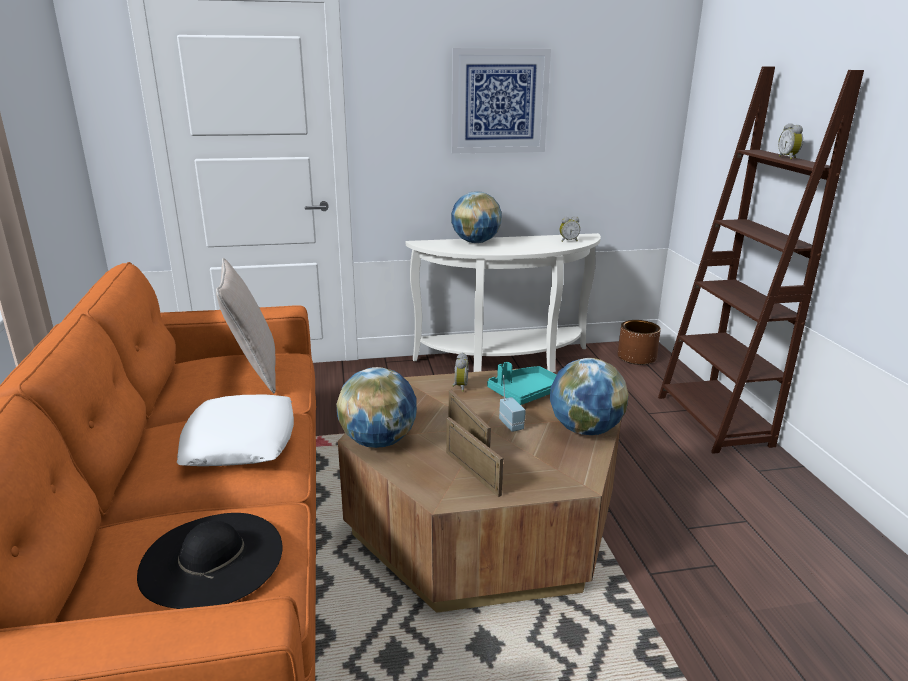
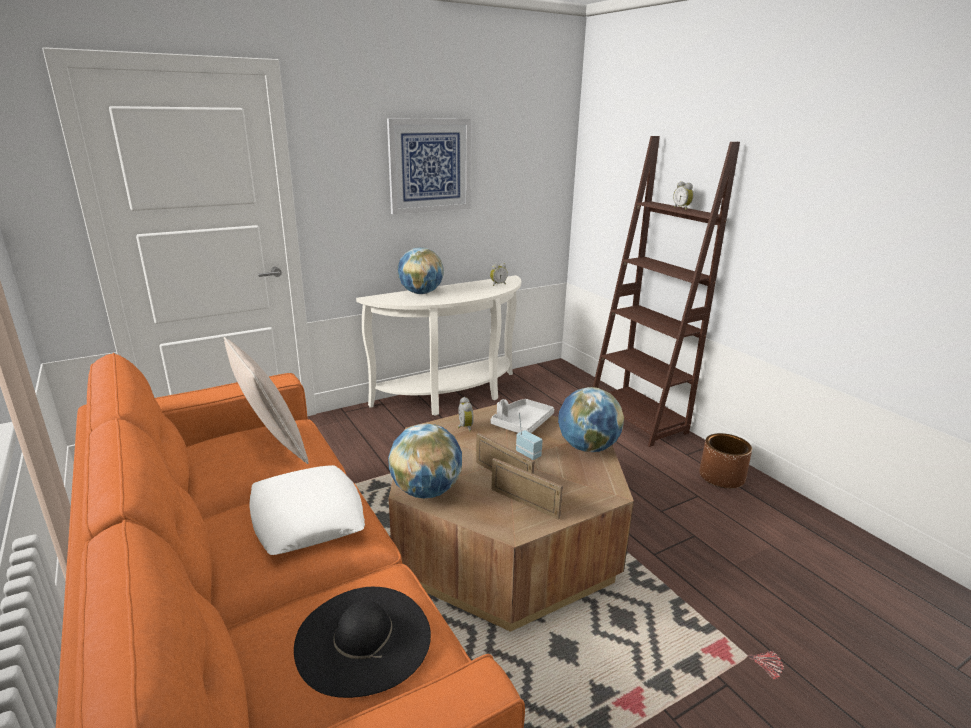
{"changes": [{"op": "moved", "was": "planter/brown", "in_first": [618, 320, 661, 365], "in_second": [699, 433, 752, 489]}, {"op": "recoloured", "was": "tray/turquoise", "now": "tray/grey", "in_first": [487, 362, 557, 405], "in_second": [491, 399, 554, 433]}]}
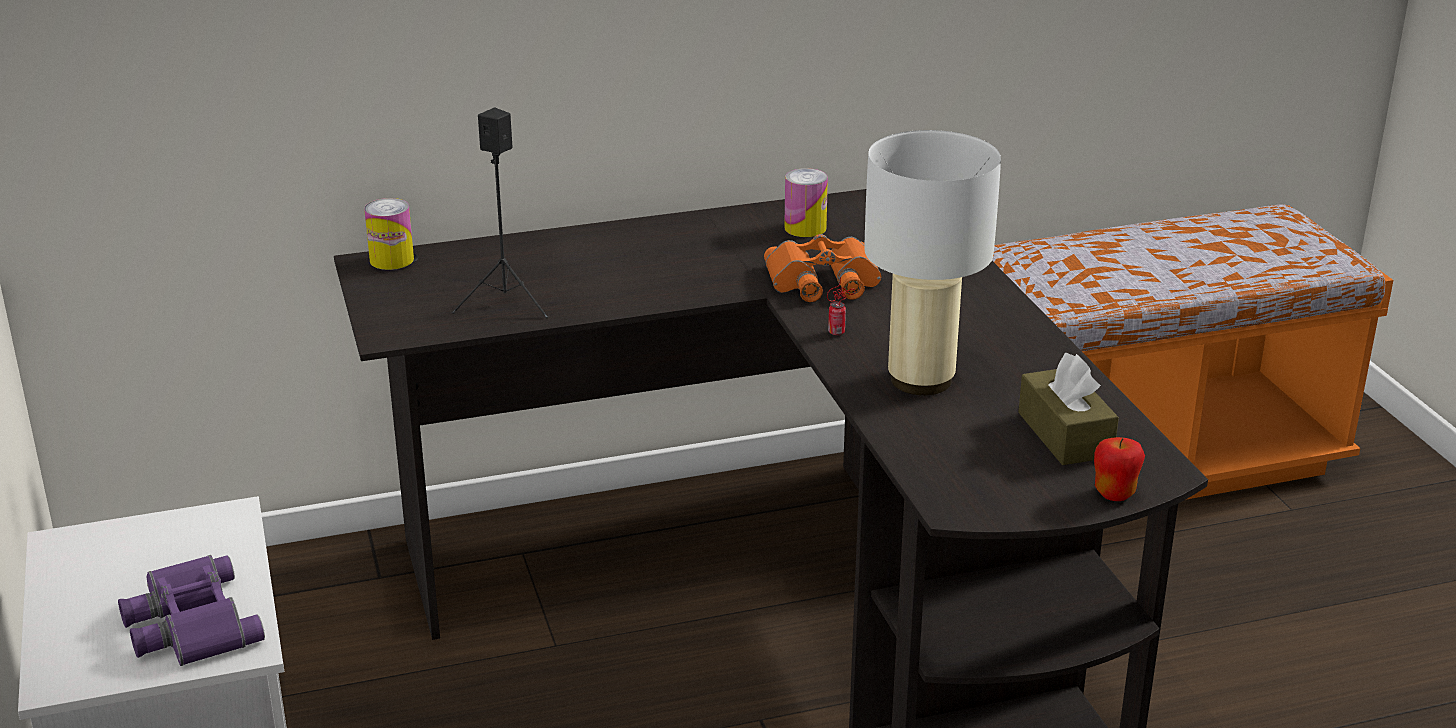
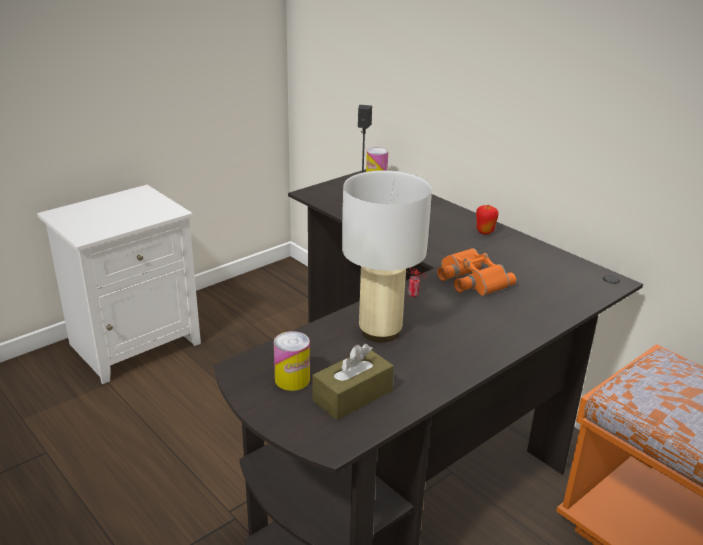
{"changes": [{"op": "removed", "was": "binoculars/purple", "in_first": [118, 555, 265, 666]}, {"op": "moved", "was": "can", "in_first": [784, 168, 828, 237], "in_second": [274, 331, 310, 391]}, {"op": "moved", "was": "apple", "in_first": [1094, 437, 1145, 501], "in_second": [476, 204, 499, 235]}]}
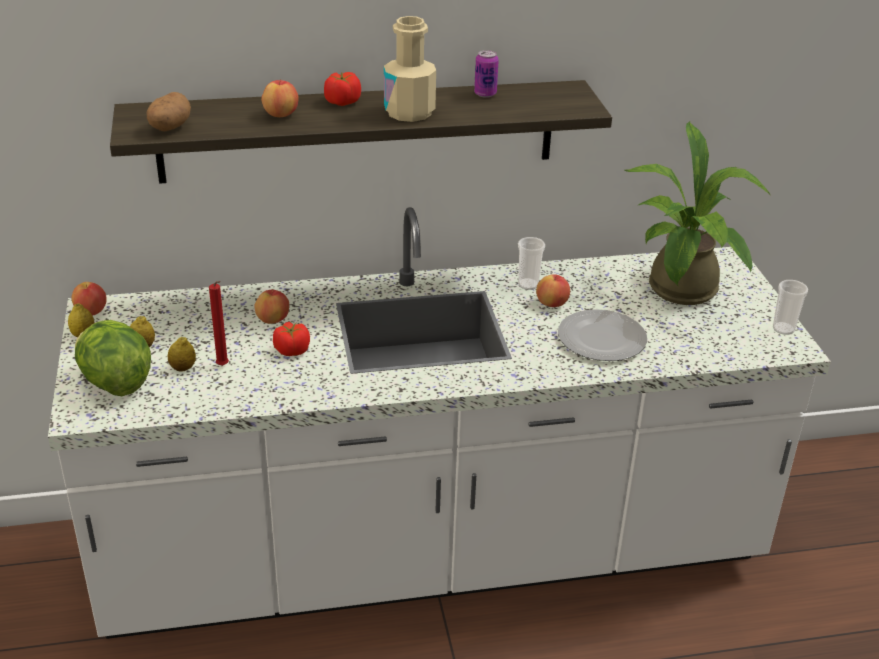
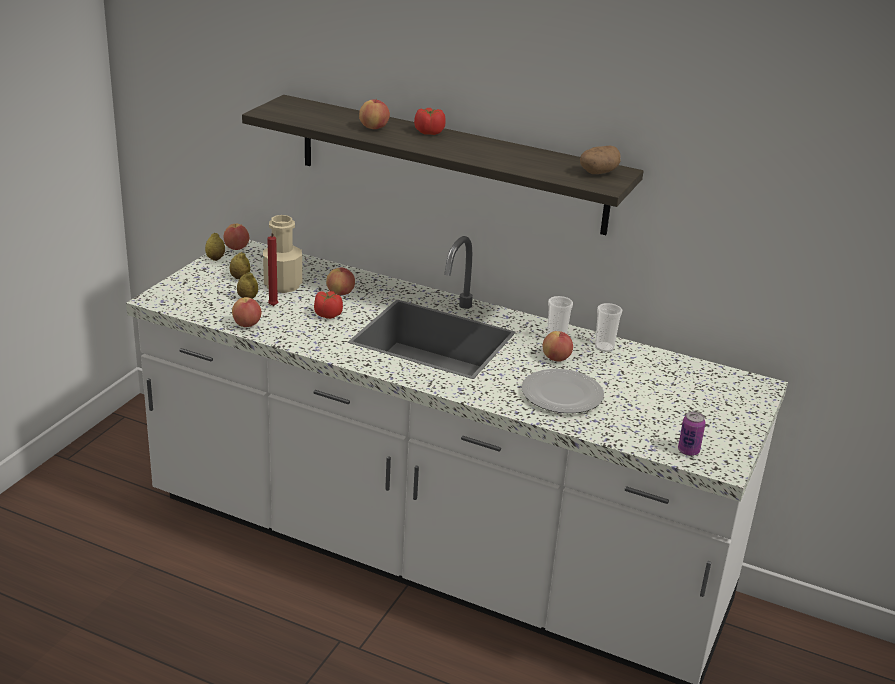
{"changes": [{"op": "removed", "was": "lettuce", "in_first": [75, 320, 151, 396]}, {"op": "removed", "was": "potted plant", "in_first": [625, 121, 770, 305]}, {"op": "added", "now": "apple", "in_second": [232, 297, 261, 327]}, {"op": "moved", "was": "potato", "in_first": [147, 92, 191, 132], "in_second": [580, 145, 620, 174]}, {"op": "moved", "was": "bottle/beige", "in_first": [384, 16, 436, 122], "in_second": [263, 215, 302, 293]}, {"op": "moved", "was": "can", "in_first": [474, 50, 499, 98], "in_second": [678, 412, 706, 456]}, {"op": "moved", "was": "cup", "in_first": [773, 280, 808, 335], "in_second": [595, 303, 622, 352]}]}
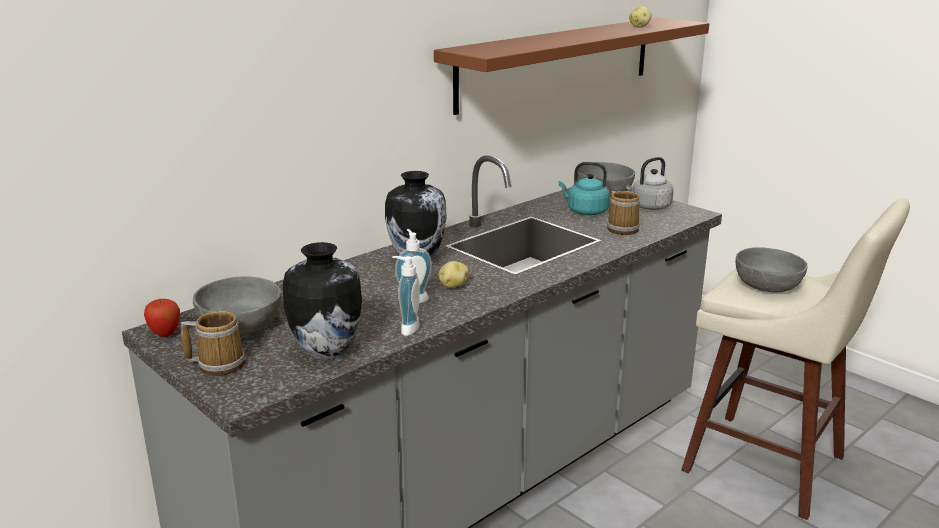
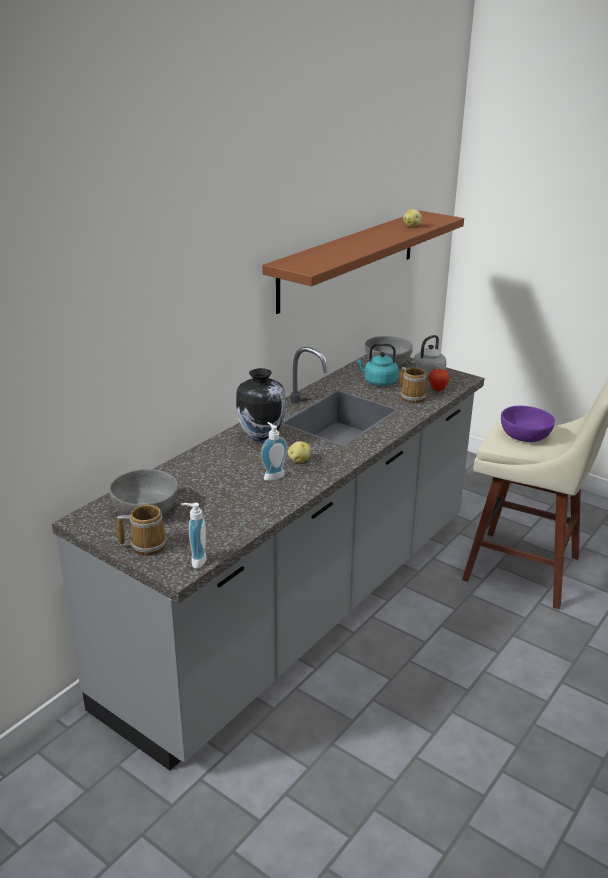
{"changes": [{"op": "removed", "was": "vase", "in_first": [283, 242, 362, 360]}, {"op": "moved", "was": "apple", "in_first": [144, 299, 180, 337], "in_second": [429, 369, 450, 392]}, {"op": "moved", "was": "soap dispenser", "in_first": [392, 256, 420, 336], "in_second": [181, 503, 206, 569]}, {"op": "recoloured", "was": "bowl/grey", "now": "bowl/purple", "in_first": [736, 247, 808, 292], "in_second": [501, 406, 555, 442]}]}
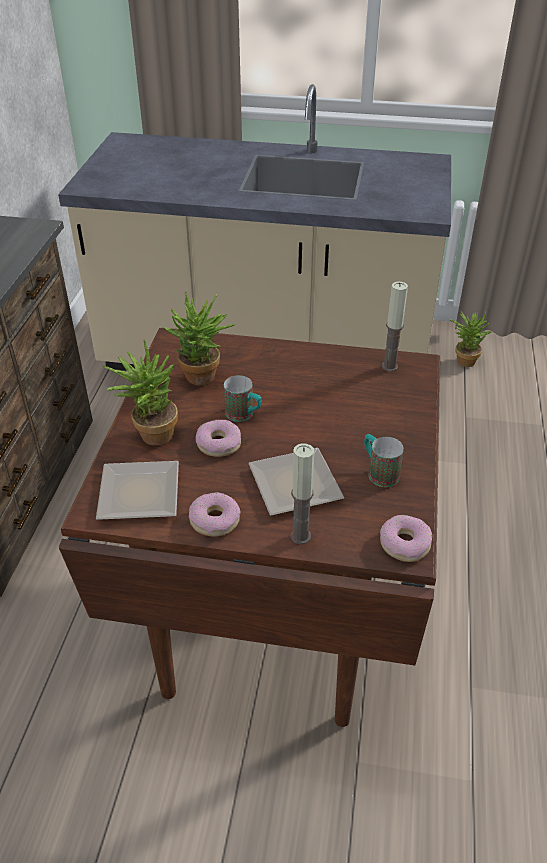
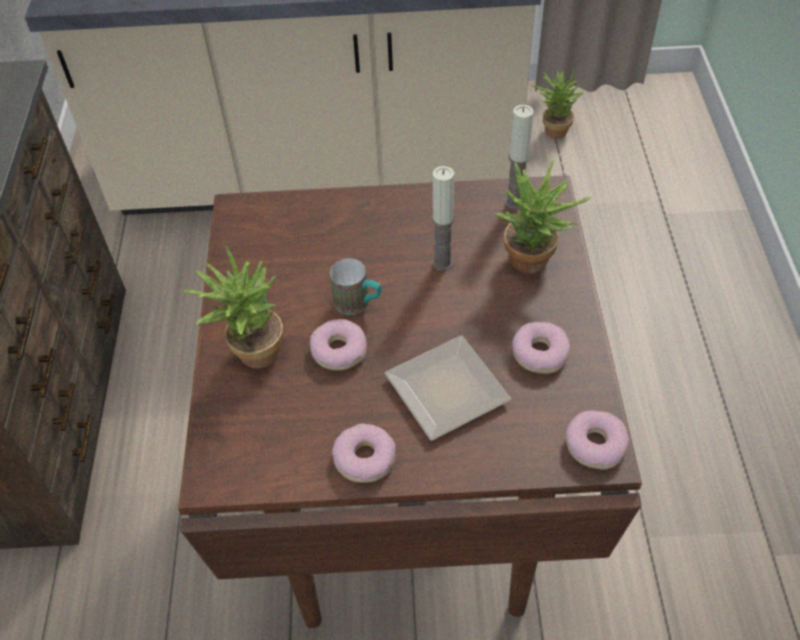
{"changes": [{"op": "removed", "was": "plate", "in_first": [96, 461, 179, 520]}, {"op": "moved", "was": "potted plant", "in_first": [163, 292, 235, 386], "in_second": [495, 157, 592, 274]}, {"op": "moved", "was": "candle", "in_first": [291, 443, 314, 544], "in_second": [432, 166, 455, 271]}, {"op": "replaced", "was": "mug", "now": "donut", "in_first": [364, 434, 404, 487], "in_second": [512, 322, 570, 374]}]}
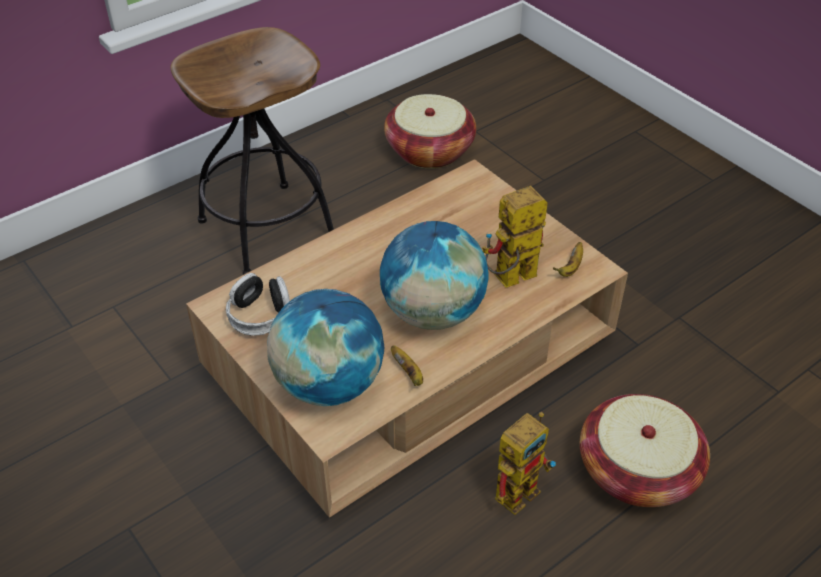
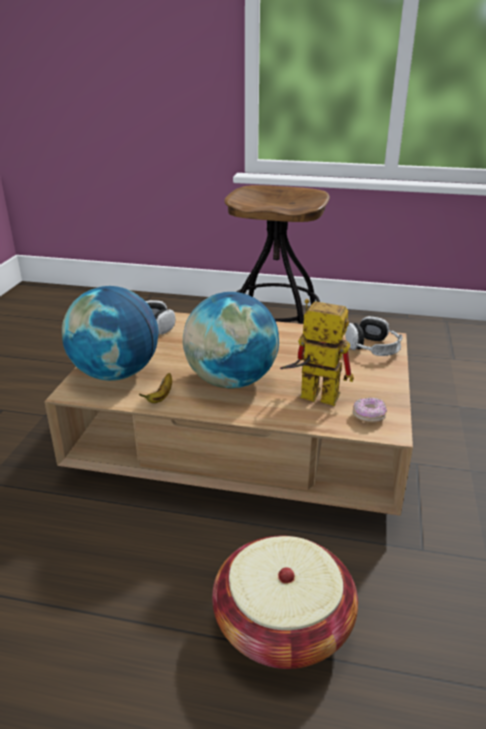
{"changes": [{"op": "removed", "was": "basket", "in_first": [384, 94, 476, 169]}, {"op": "removed", "was": "toy robot", "in_first": [495, 412, 556, 515]}, {"op": "added", "now": "headphones", "in_second": [345, 316, 402, 356]}, {"op": "replaced", "was": "banana", "now": "donut", "in_first": [553, 242, 583, 277], "in_second": [353, 398, 387, 423]}]}
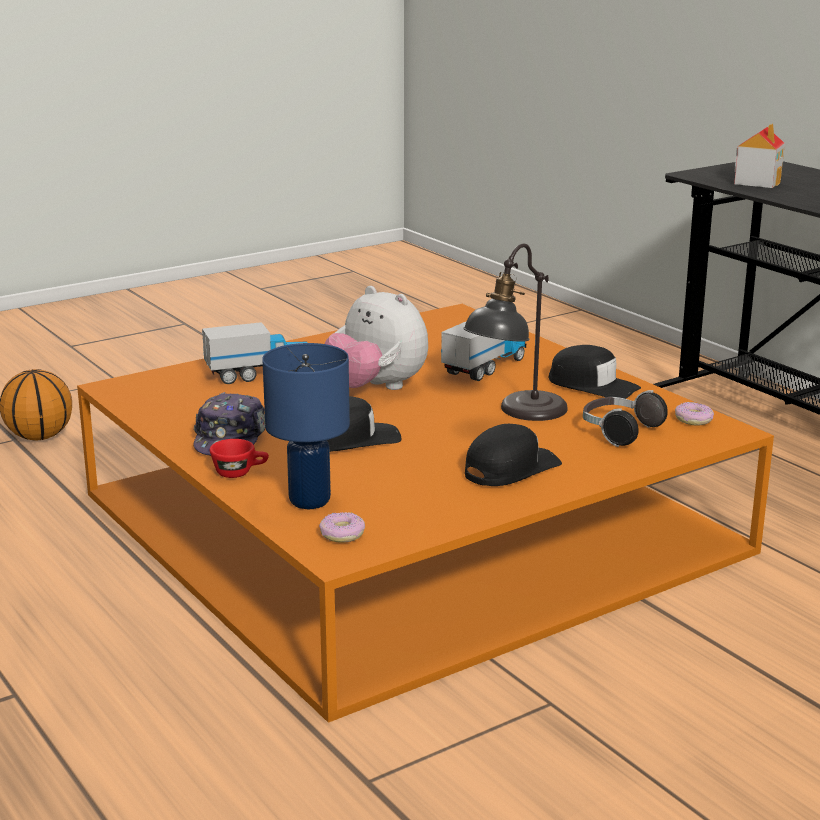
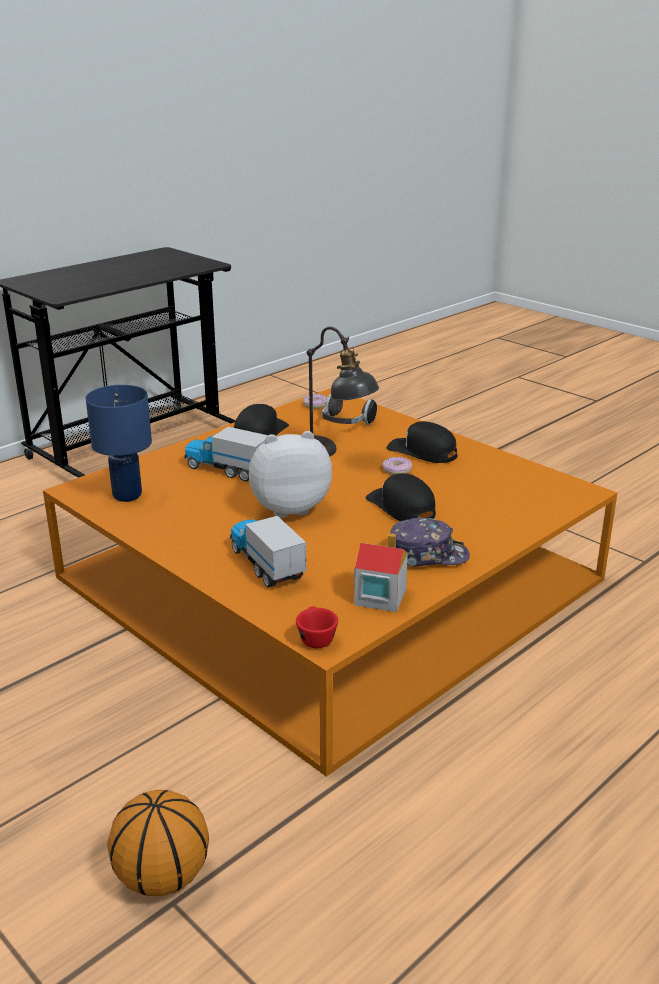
{"changes": [{"op": "moved", "was": "cup/red", "in_first": [210, 439, 269, 478], "in_second": [296, 606, 338, 648]}, {"op": "moved", "was": "table lamp/blue", "in_first": [262, 343, 350, 509], "in_second": [86, 385, 152, 502]}, {"op": "moved", "was": "donut", "in_first": [319, 512, 365, 542], "in_second": [382, 457, 412, 475]}, {"op": "moved", "was": "toy house", "in_first": [734, 124, 785, 188], "in_second": [354, 533, 408, 612]}, {"op": "turned", "was": "plush toy", "in_first": [325, 286, 428, 390], "in_second": [249, 431, 332, 518], "clockwise": -135}]}
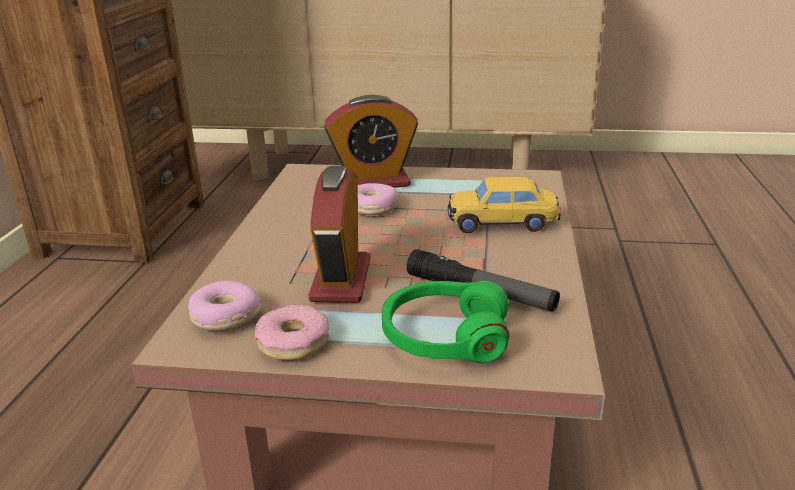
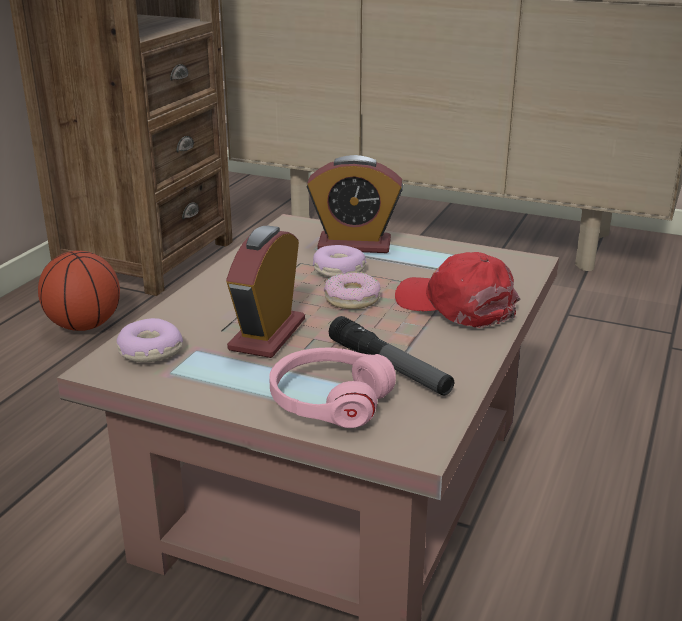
{"changes": [{"op": "added", "now": "basketball", "in_second": [38, 251, 120, 331]}, {"op": "moved", "was": "donut", "in_first": [255, 304, 329, 360], "in_second": [324, 272, 381, 309]}, {"op": "replaced", "was": "toy car", "now": "cap/red", "in_first": [447, 177, 561, 233], "in_second": [395, 252, 520, 328]}, {"op": "recoloured", "was": "headphones/green", "now": "headphones/pink", "in_first": [382, 280, 509, 363], "in_second": [269, 348, 396, 428]}]}
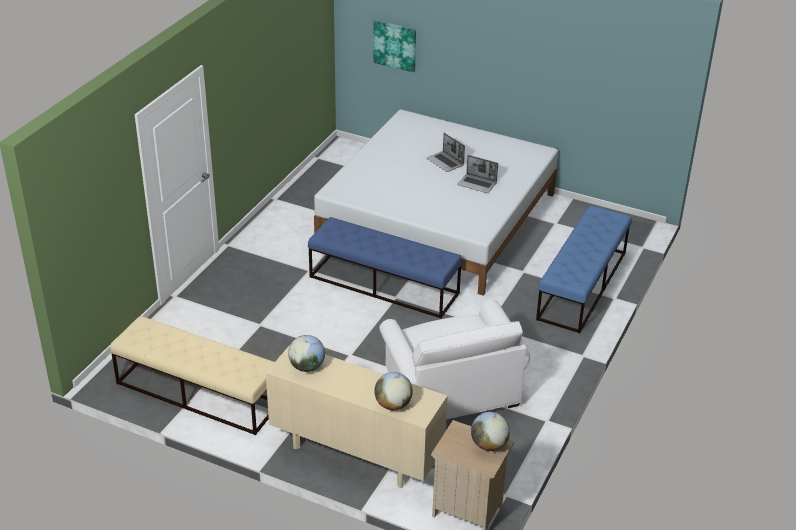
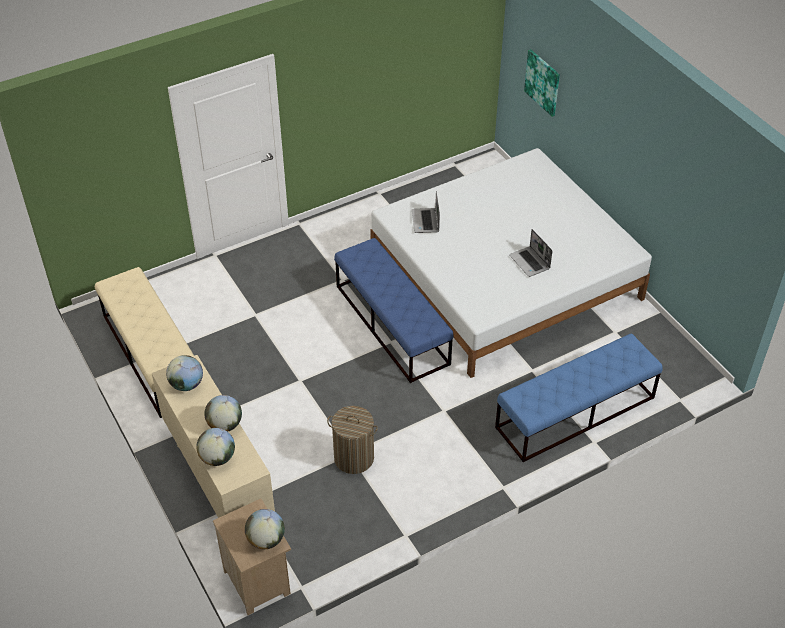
{"changes": [{"op": "added", "now": "globe", "in_second": [204, 395, 242, 432]}, {"op": "moved", "was": "laptop", "in_first": [426, 133, 465, 172], "in_second": [412, 191, 440, 233]}, {"op": "replaced", "was": "armchair/white", "now": "laundry basket", "in_first": [379, 299, 530, 420], "in_second": [327, 406, 378, 474]}]}
